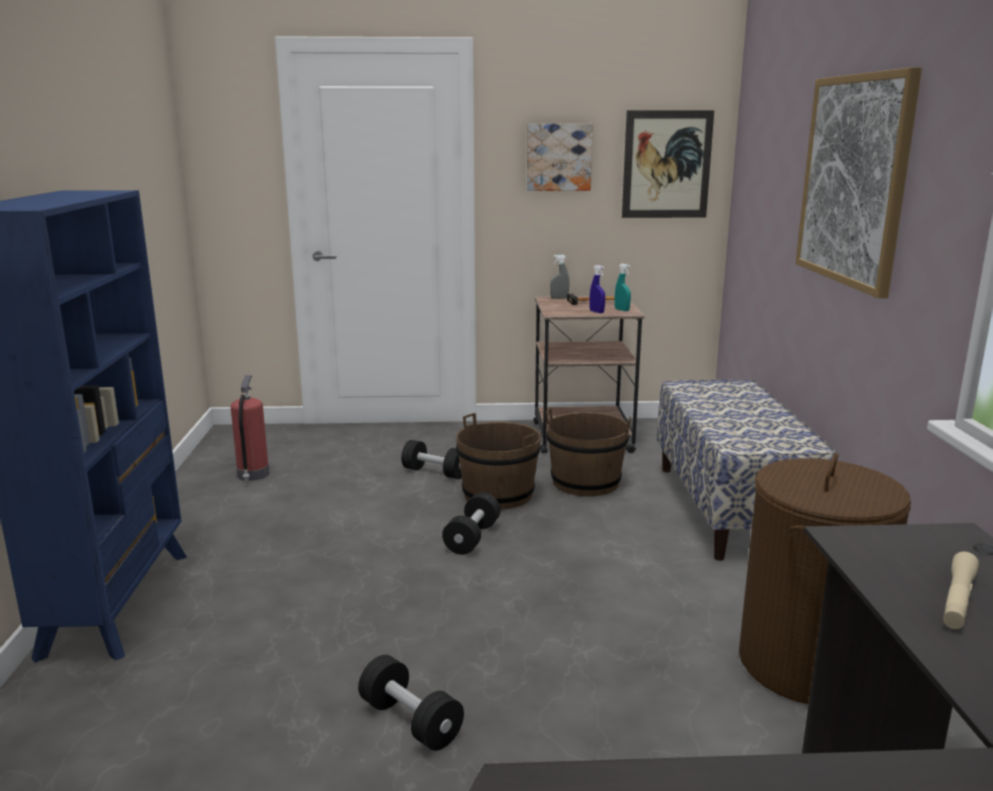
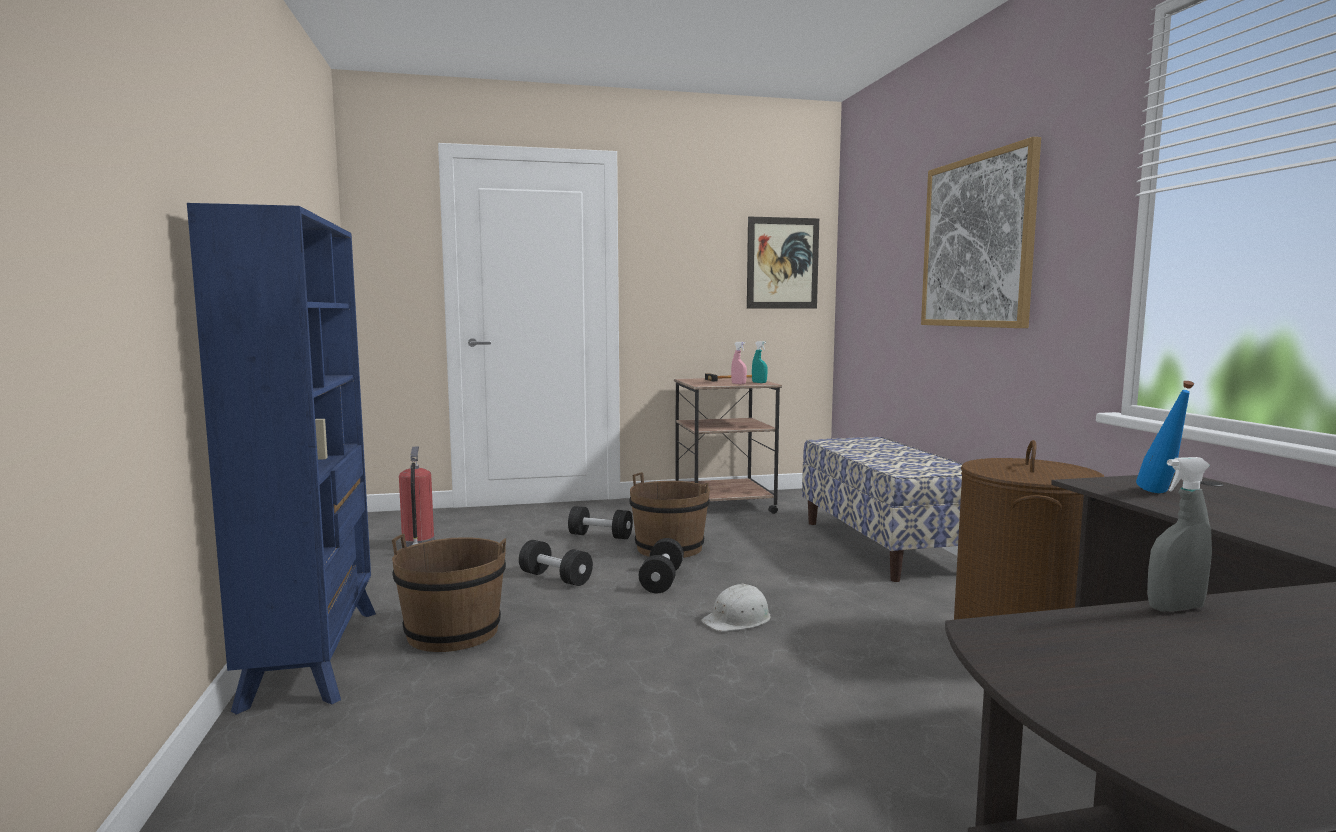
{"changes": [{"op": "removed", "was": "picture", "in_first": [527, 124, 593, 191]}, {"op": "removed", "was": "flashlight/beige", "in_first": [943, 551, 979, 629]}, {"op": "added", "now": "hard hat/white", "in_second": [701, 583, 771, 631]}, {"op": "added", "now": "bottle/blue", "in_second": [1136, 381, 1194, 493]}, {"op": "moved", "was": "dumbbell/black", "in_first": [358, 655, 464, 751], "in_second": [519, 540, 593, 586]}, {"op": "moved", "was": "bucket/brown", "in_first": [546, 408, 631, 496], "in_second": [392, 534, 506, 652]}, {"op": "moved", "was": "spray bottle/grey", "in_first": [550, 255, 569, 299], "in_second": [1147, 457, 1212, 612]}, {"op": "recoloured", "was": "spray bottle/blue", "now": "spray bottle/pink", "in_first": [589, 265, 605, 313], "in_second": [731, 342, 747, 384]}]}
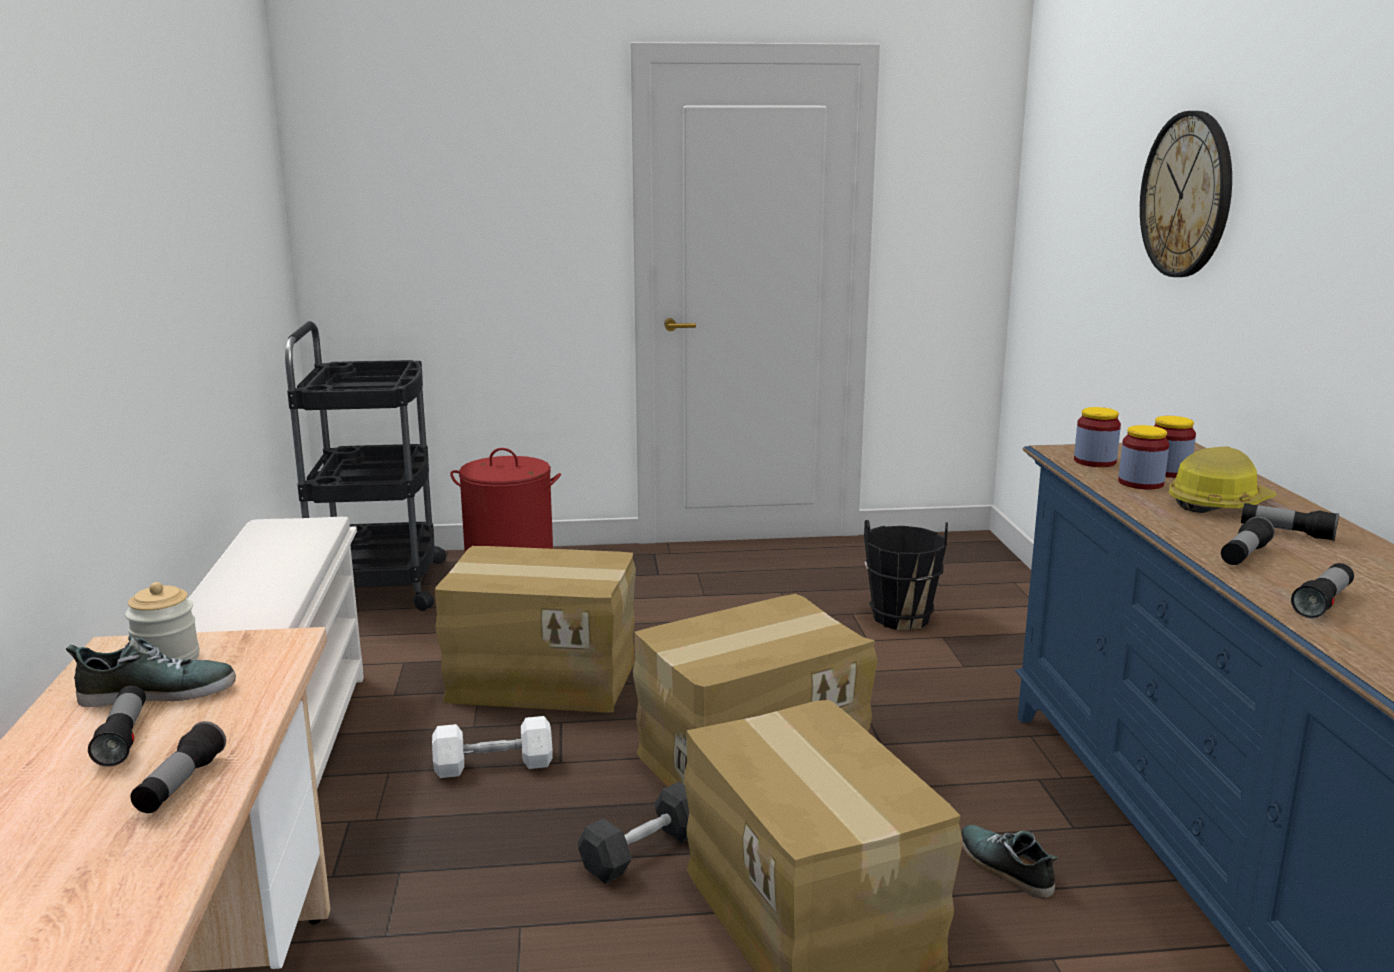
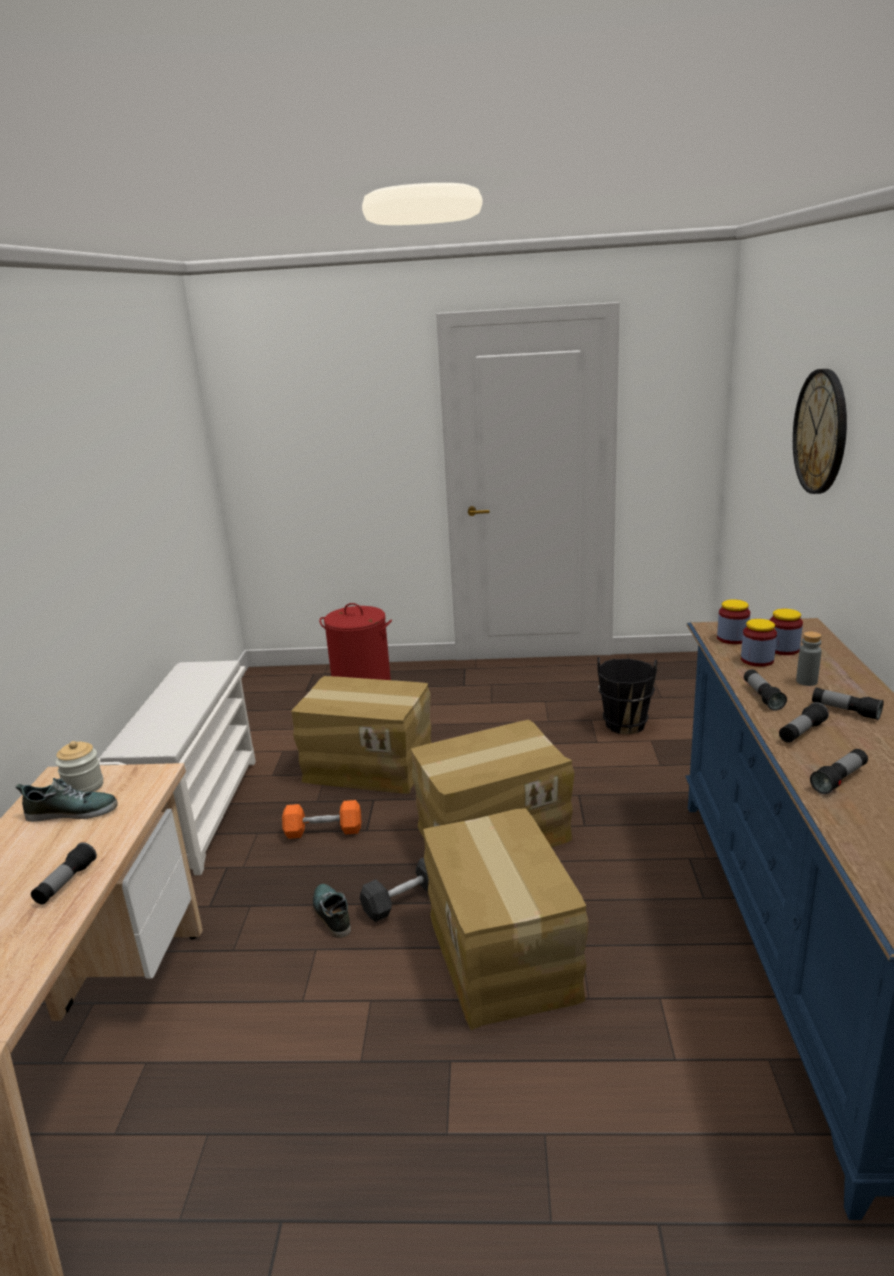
{"changes": [{"op": "removed", "was": "cart/black", "in_first": [285, 321, 446, 611]}, {"op": "moved", "was": "flashlight", "in_first": [88, 685, 146, 767], "in_second": [744, 669, 787, 711]}, {"op": "moved", "was": "shoe", "in_first": [961, 825, 1058, 898], "in_second": [313, 884, 351, 938]}, {"op": "replaced", "was": "hard hat", "now": "bottle/grey", "in_first": [1169, 446, 1277, 513], "in_second": [796, 631, 822, 686]}, {"op": "recoloured", "was": "dumbbell/white", "now": "dumbbell/orange", "in_first": [432, 716, 553, 778], "in_second": [282, 800, 361, 839]}]}
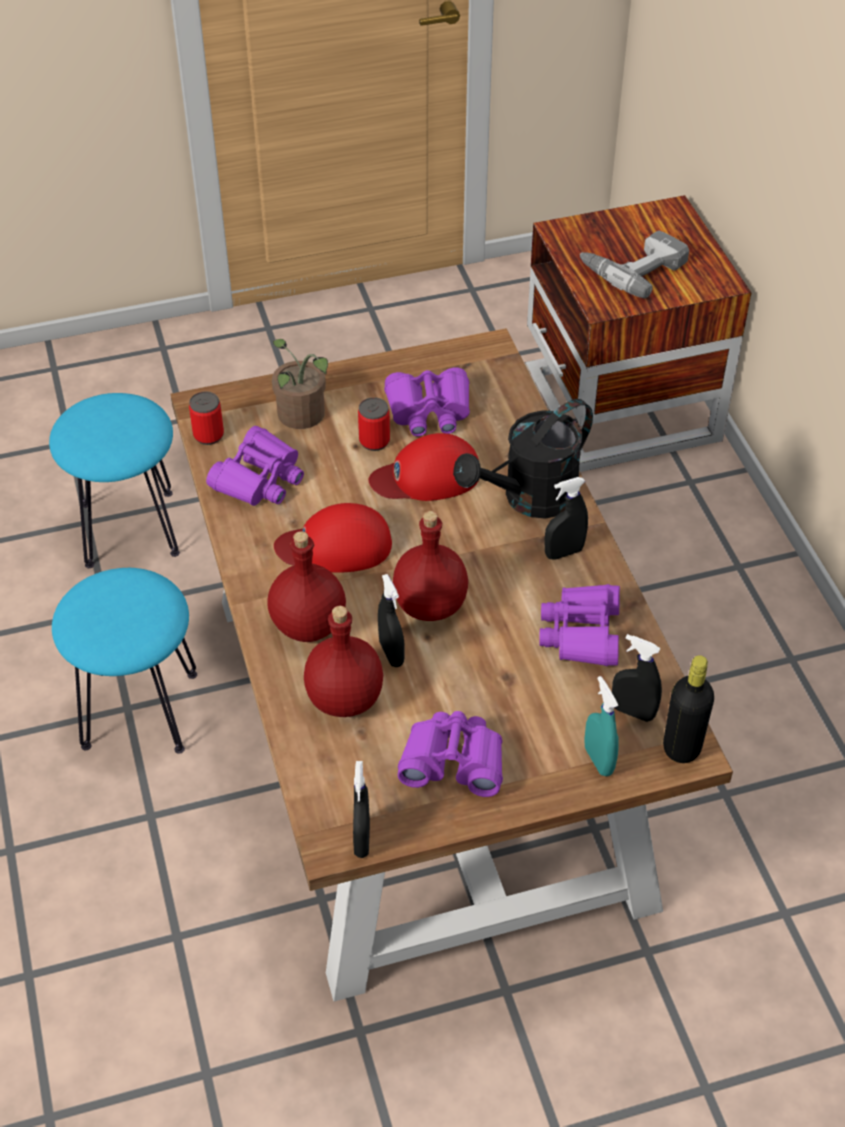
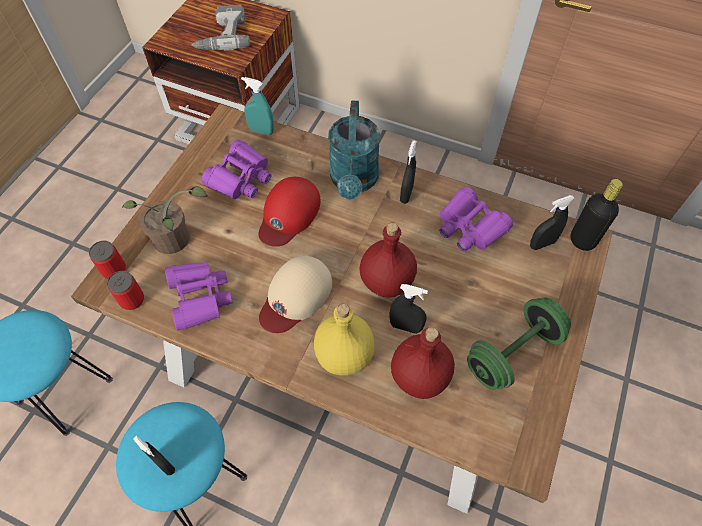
{"changes": [{"op": "moved", "was": "spray bottle/black", "in_first": [353, 761, 370, 858], "in_second": [133, 436, 175, 475]}, {"op": "moved", "was": "can", "in_first": [358, 397, 390, 451], "in_second": [89, 241, 126, 279]}, {"op": "moved", "was": "spray bottle/turquoise", "in_first": [584, 676, 619, 776], "in_second": [241, 77, 274, 135]}, {"op": "replaced", "was": "binoculars/purple", "now": "dumbbell/green", "in_first": [398, 711, 503, 797], "in_second": [467, 297, 571, 390]}, {"op": "recoloured", "was": "bottle/red", "now": "bottle/yellow", "in_first": [267, 531, 346, 642], "in_second": [314, 304, 375, 376]}, {"op": "recoloured", "was": "cap/red", "now": "cap/beige", "in_first": [274, 503, 392, 573], "in_second": [259, 256, 332, 333]}, {"op": "recoloured", "was": "watering can/black", "now": "watering can/turquoise", "in_first": [453, 399, 593, 518], "in_second": [328, 101, 380, 200]}]}
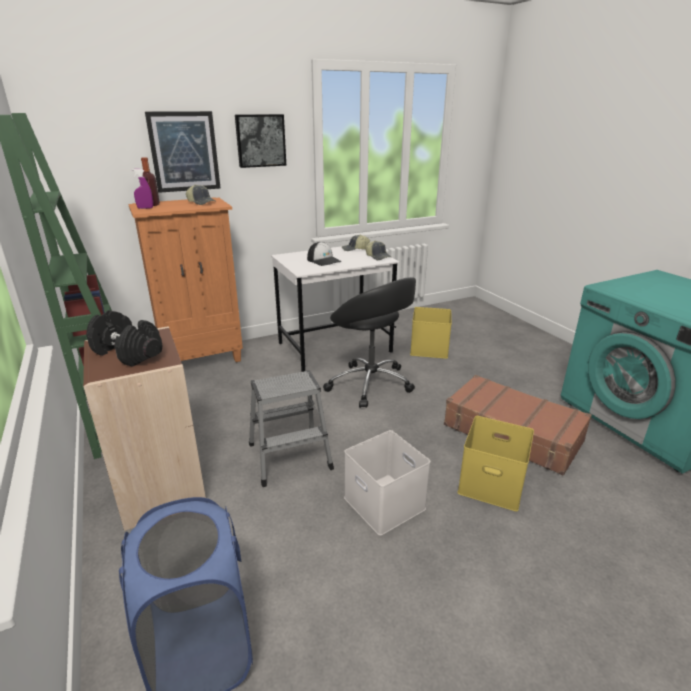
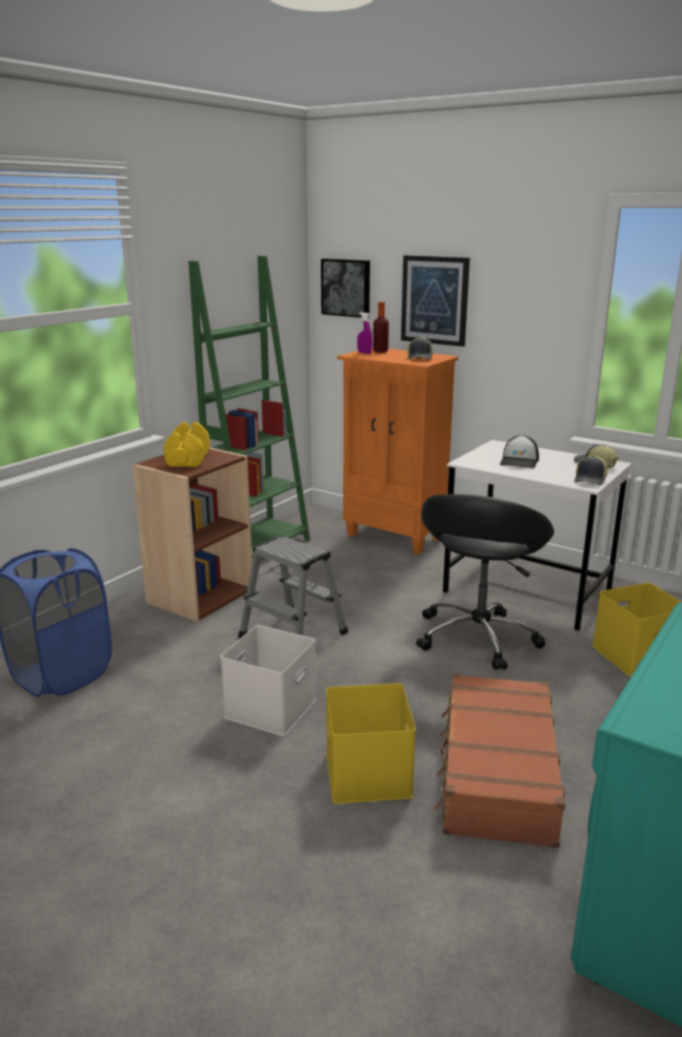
{"changes": [{"op": "moved", "was": "picture", "in_first": [235, 114, 286, 168], "in_second": [321, 259, 370, 318]}, {"op": "recoloured", "was": "dumbbell/black", "now": "dumbbell/yellow", "in_first": [86, 310, 162, 367], "in_second": [163, 422, 210, 467]}]}
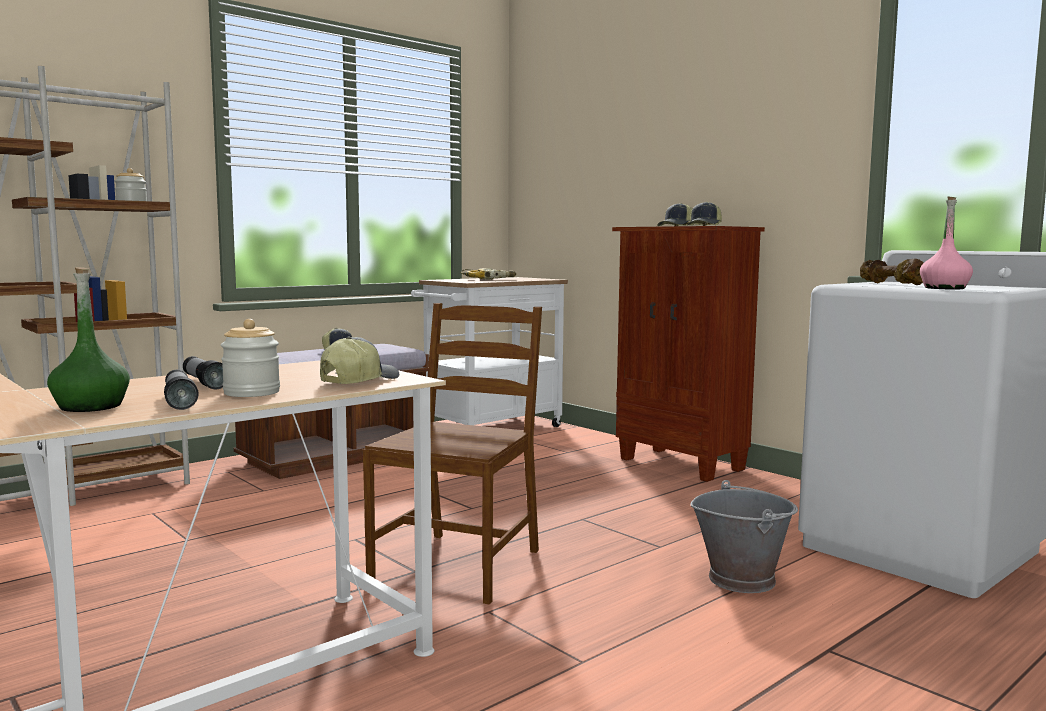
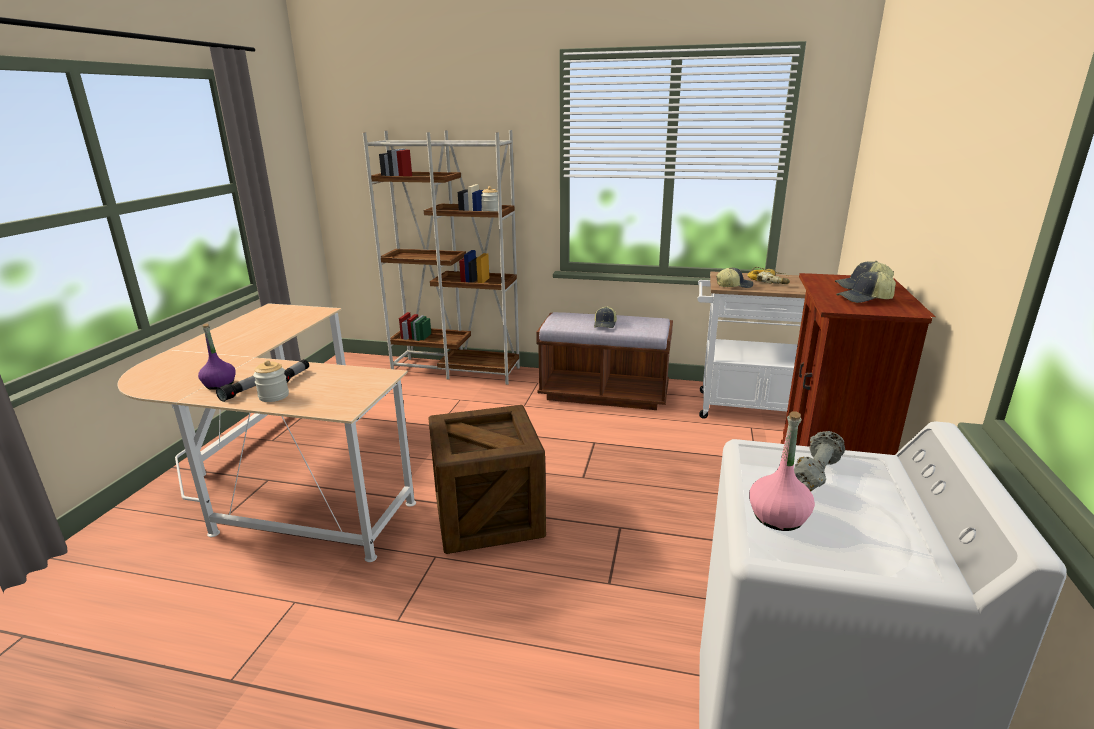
{"changes": [{"op": "removed", "was": "bucket/grey", "in_first": [690, 480, 798, 593]}, {"op": "moved", "was": "cap", "in_first": [320, 337, 399, 384], "in_second": [716, 268, 753, 288]}, {"op": "replaced", "was": "chair/brown", "now": "crate", "in_first": [363, 303, 542, 605], "in_second": [428, 405, 546, 554]}, {"op": "recoloured", "was": "bottle/green", "now": "bottle/purple", "in_first": [47, 267, 130, 412], "in_second": [198, 324, 236, 390]}, {"op": "recoloured", "was": "dumbbell/brown", "now": "dumbbell/grey", "in_first": [860, 259, 924, 285], "in_second": [794, 431, 845, 491]}]}
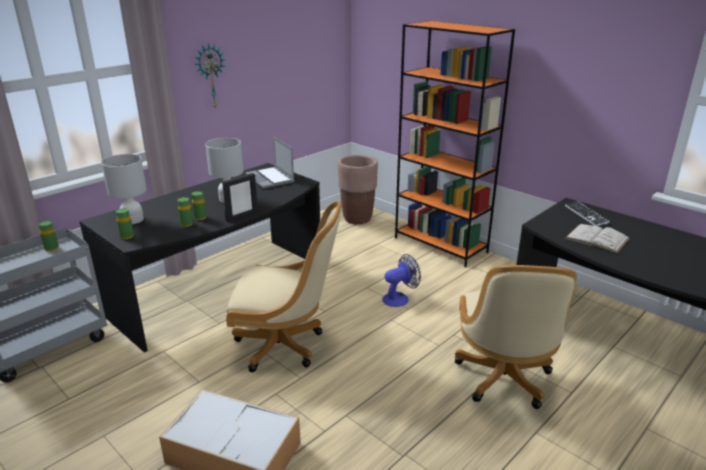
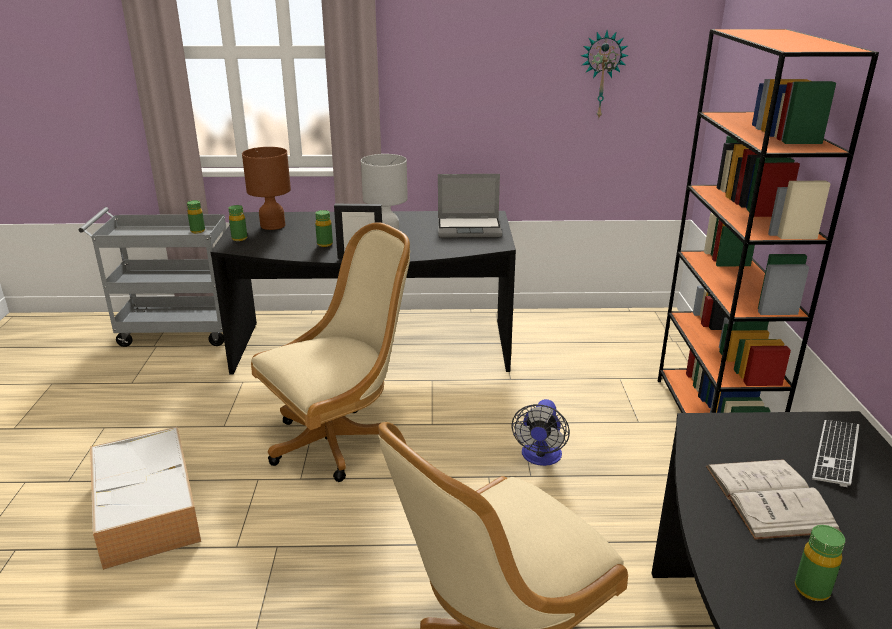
{"changes": [{"op": "removed", "was": "planter/brown", "in_first": [338, 155, 378, 224]}, {"op": "moved", "was": "bottle/green", "in_first": [177, 197, 193, 227], "in_second": [795, 525, 845, 601]}, {"op": "moved", "was": "wall clock", "in_first": [195, 43, 225, 109], "in_second": [581, 30, 629, 120]}, {"op": "recoloured", "was": "table lamp/grey", "now": "table lamp/brown", "in_first": [101, 154, 147, 224], "in_second": [242, 147, 291, 230]}, {"op": "turned", "was": "office chair/beige", "in_first": [226, 201, 342, 372], "in_second": [251, 222, 410, 482], "clockwise": -90}, {"op": "turned", "was": "laptop", "in_first": [246, 136, 294, 189], "in_second": [438, 174, 502, 237], "clockwise": -105}, {"op": "turned", "was": "fan", "in_first": [382, 254, 421, 307], "in_second": [512, 399, 570, 466], "clockwise": 90}]}
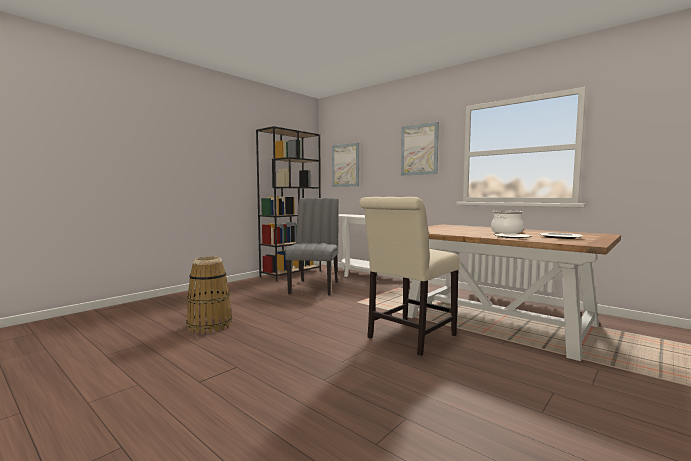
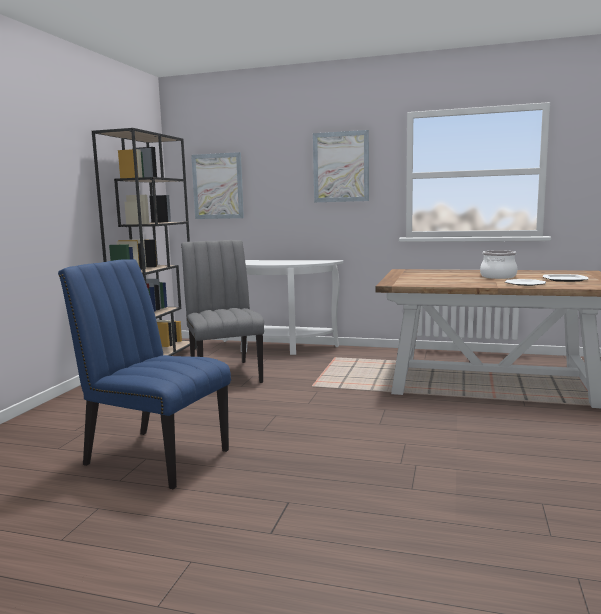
{"changes": [{"op": "removed", "was": "chair/beige", "in_first": [359, 197, 460, 356]}, {"op": "replaced", "was": "basket", "now": "chair/blue", "in_first": [186, 256, 232, 334], "in_second": [58, 259, 231, 489]}]}
